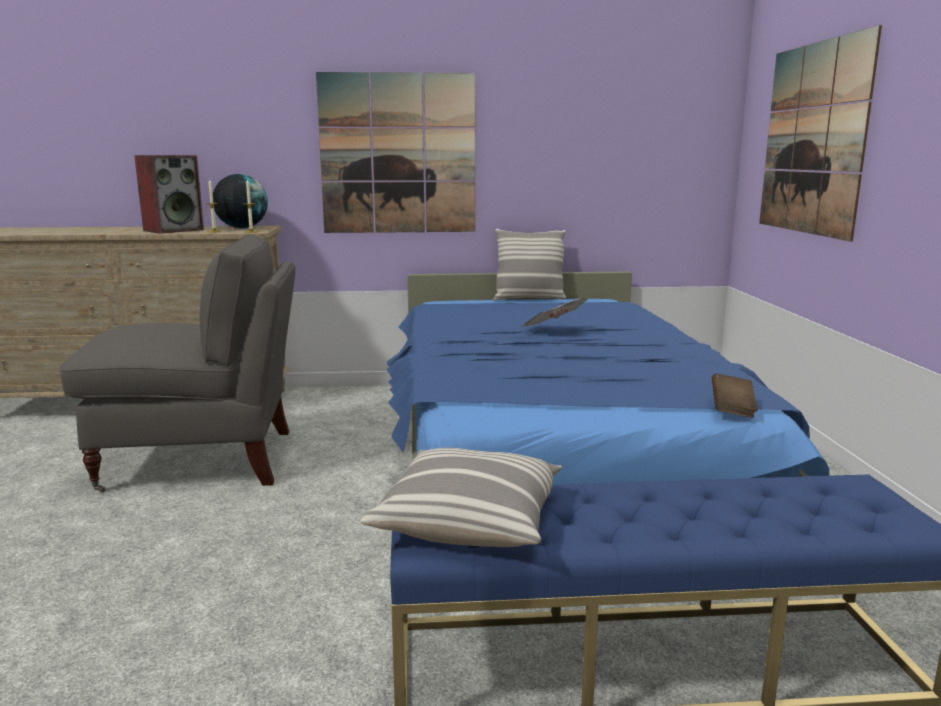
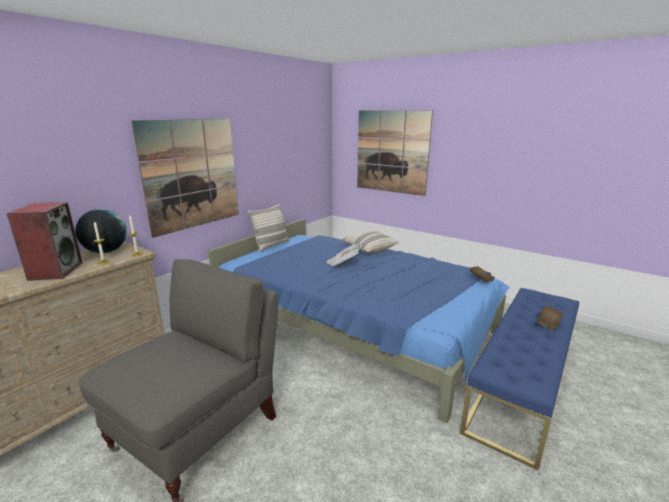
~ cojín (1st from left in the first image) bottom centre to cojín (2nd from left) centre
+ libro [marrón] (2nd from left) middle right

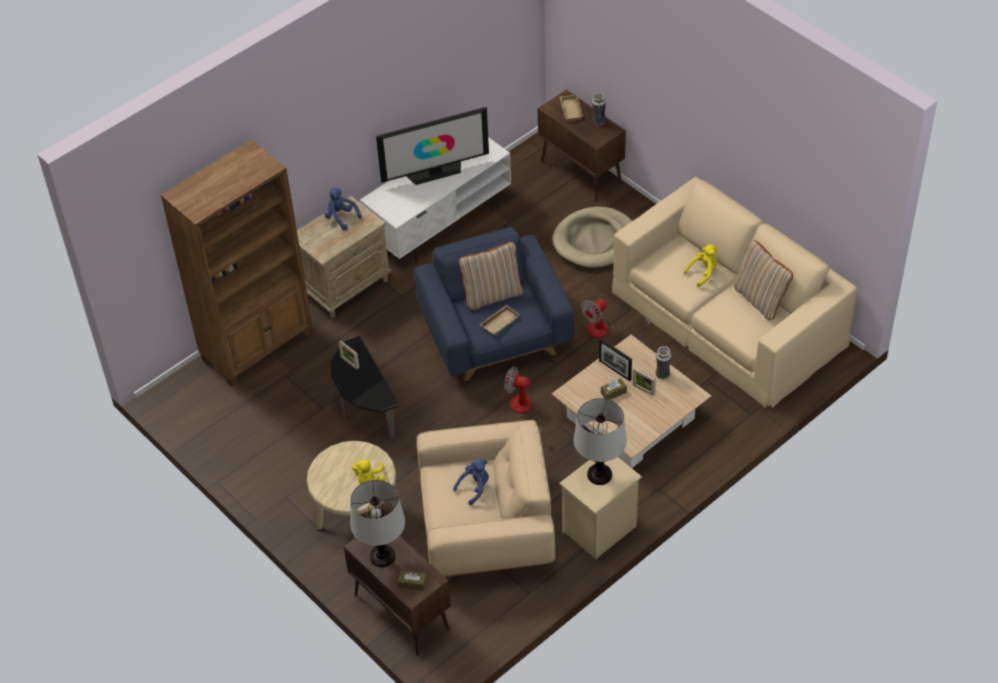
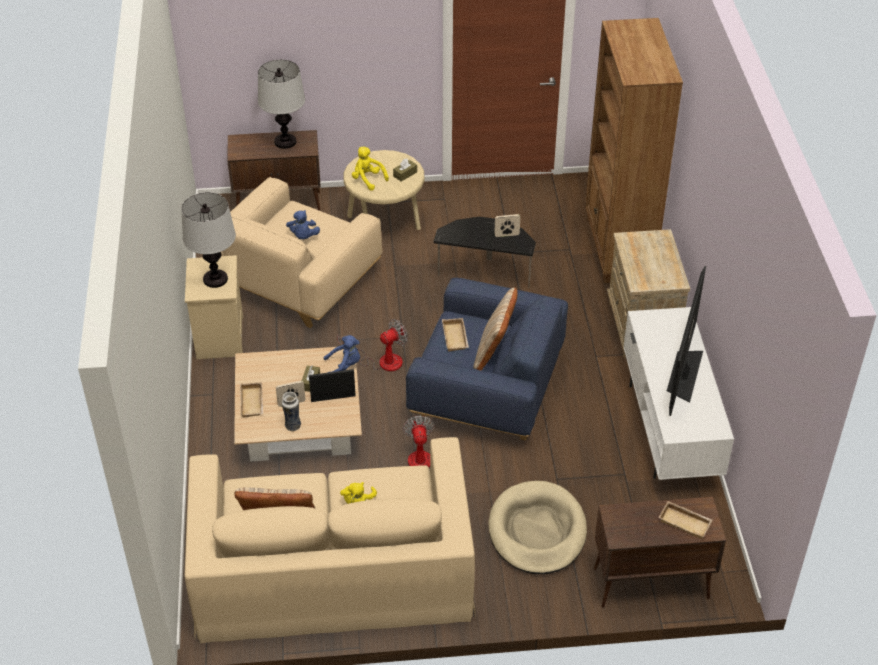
~ peluche [azul] (1st from left in the first image) top centre to peluche [azul] (2nd from left) centre
~ caja de pañuelos [marrón] (1st from left in the first image) bottom centre to caja de pañuelos [marrón] (2nd from left) top centre
- florero (1st from left) top centre
+ bandeja [beis] (1st from left) middle left

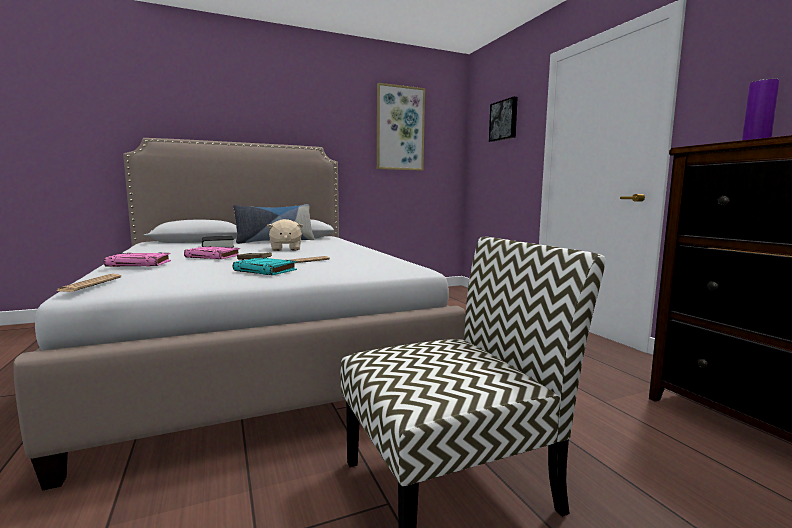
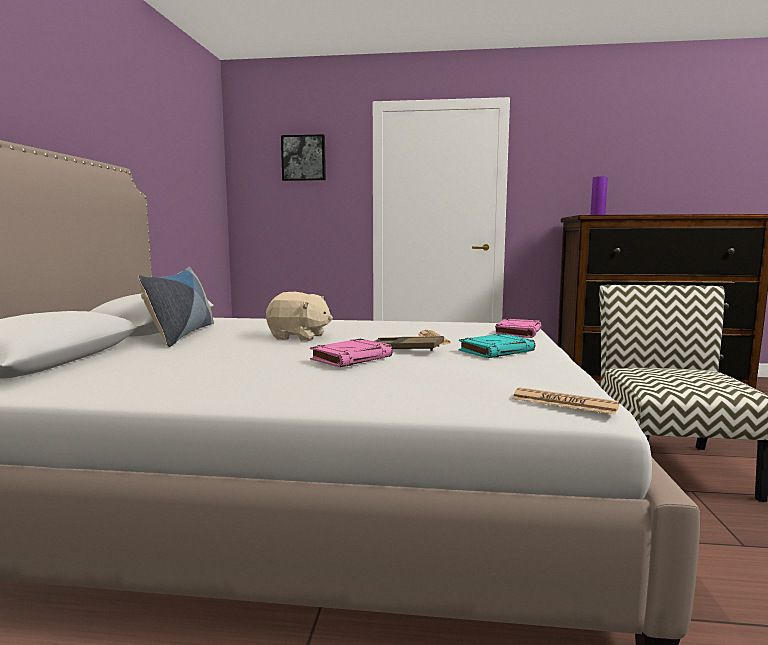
~ libro [rosa] (1st from left in the first image) middle left to libro [rosa] (2nd from left) middle right
- libro [negro] middle left
- cuadro (1st from left) top centre

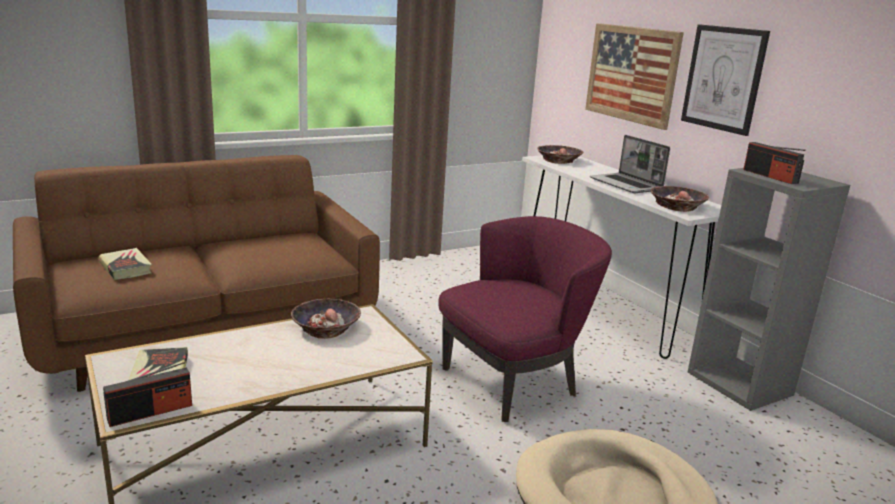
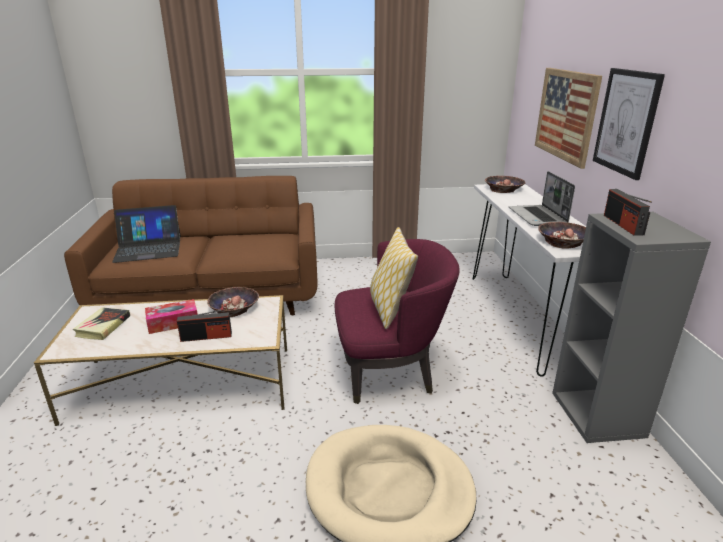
~ libro (1st from left) middle left to portátil (1st from left) middle left
~ radio (1st from left) bottom left to middle left
+ caja de pañuelos middle left
+ cojín centre

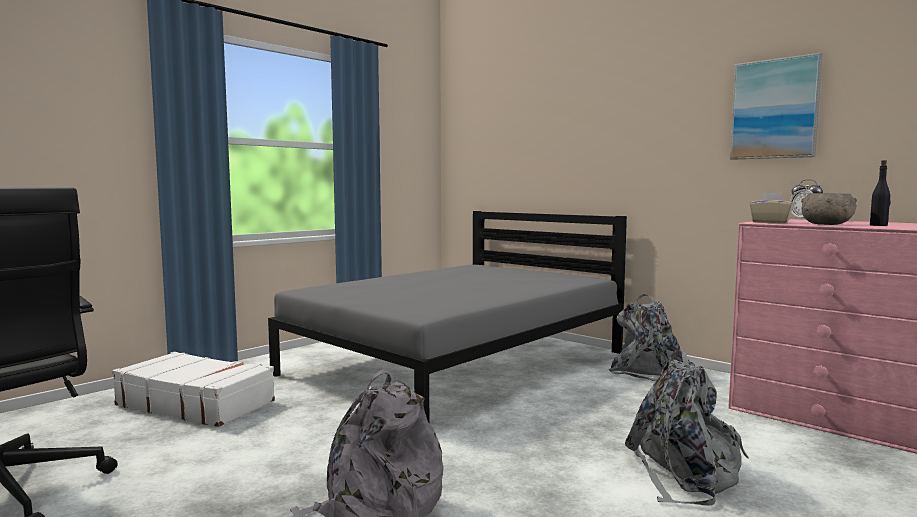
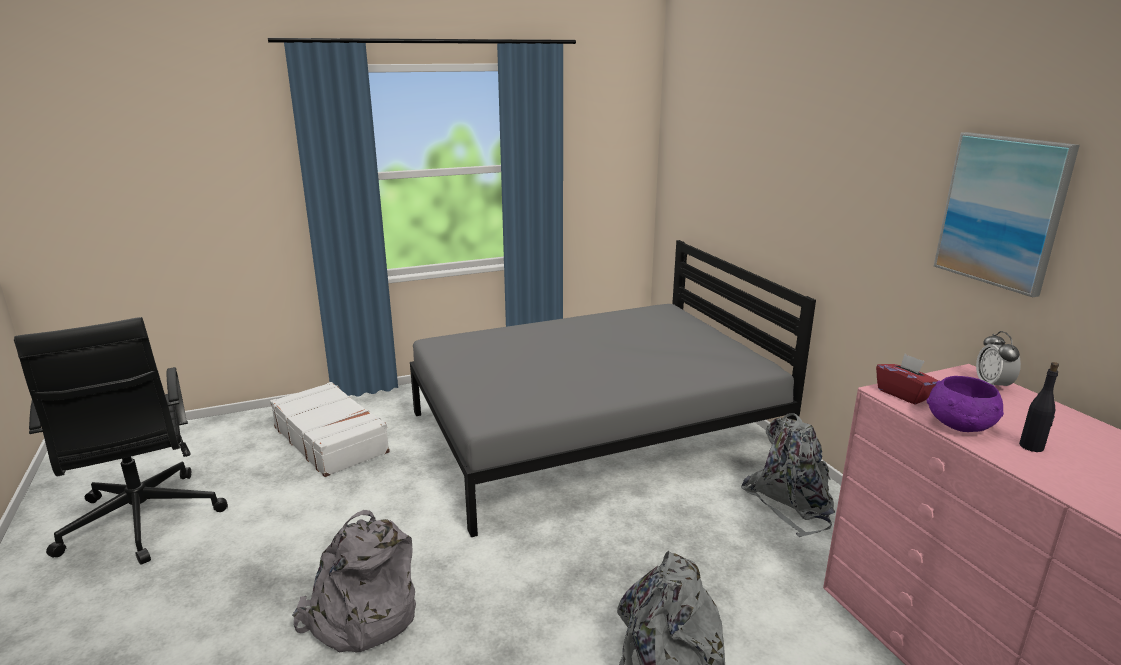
~ caja de pañuelos [beis] middle right to caja de pañuelos [rojo] middle right
~ cuenco [gris] middle right to cuenco [morado] middle right

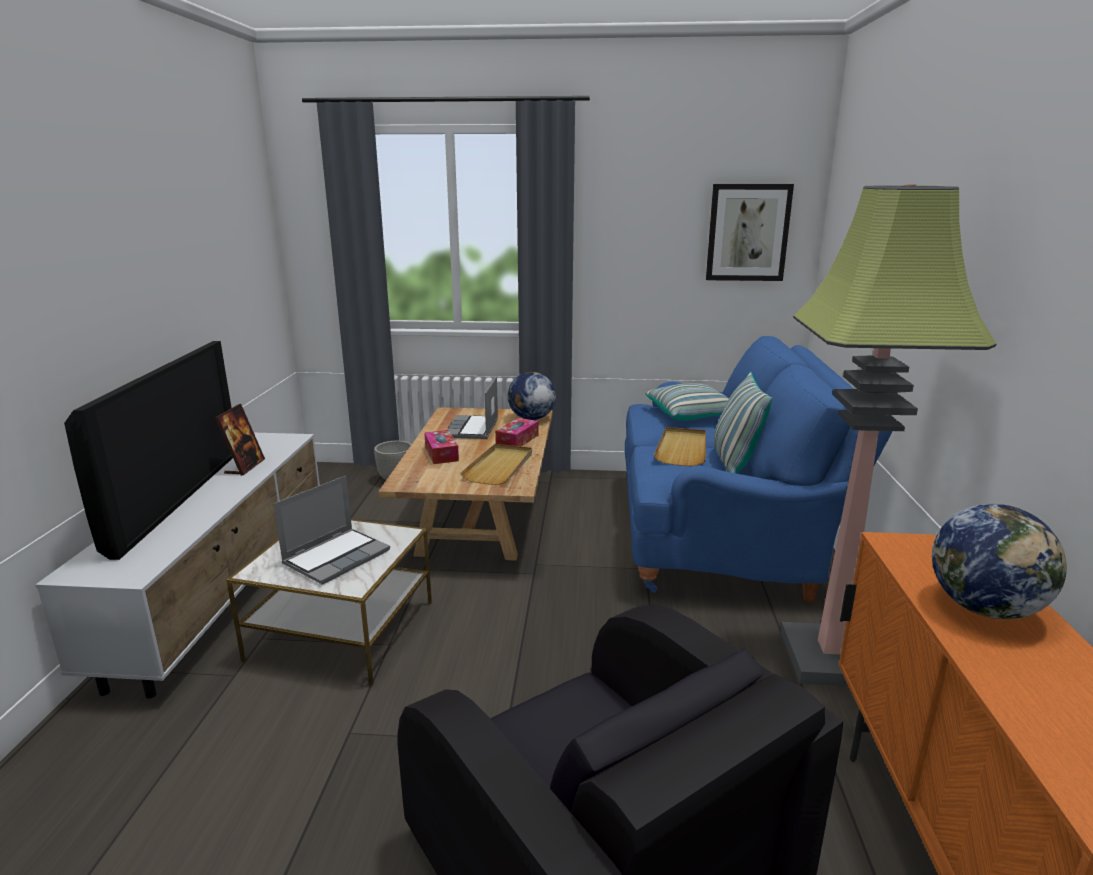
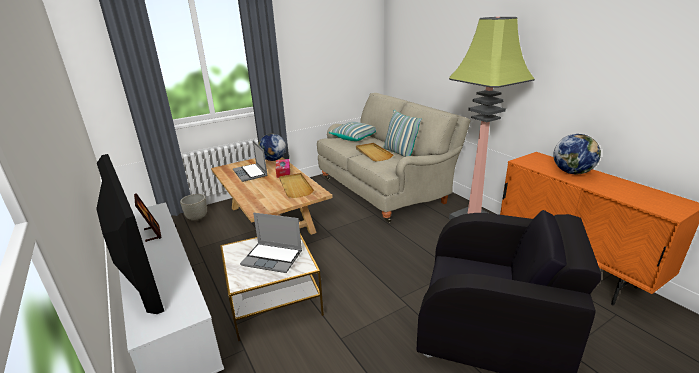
~ portátil (1st from left in the first image) middle left = centre 105 degrees clockwise
- caja de pañuelos (1st from left) centre
~ sofá [azul] middle right to sofá [beis] centre
- cuadro top right

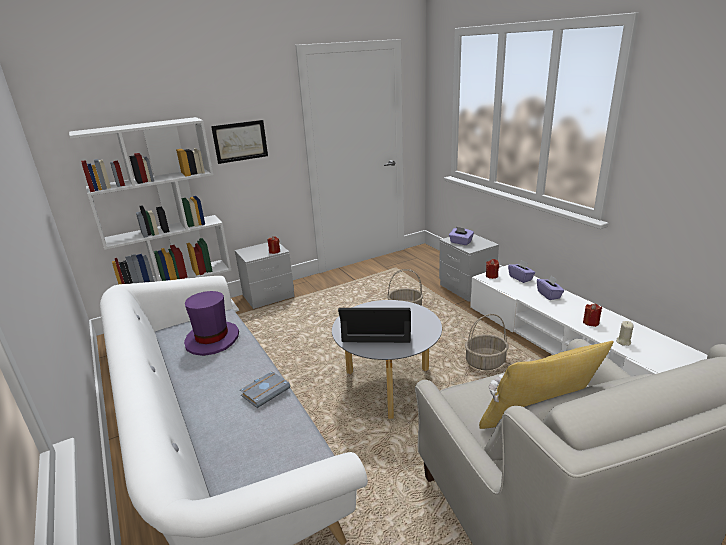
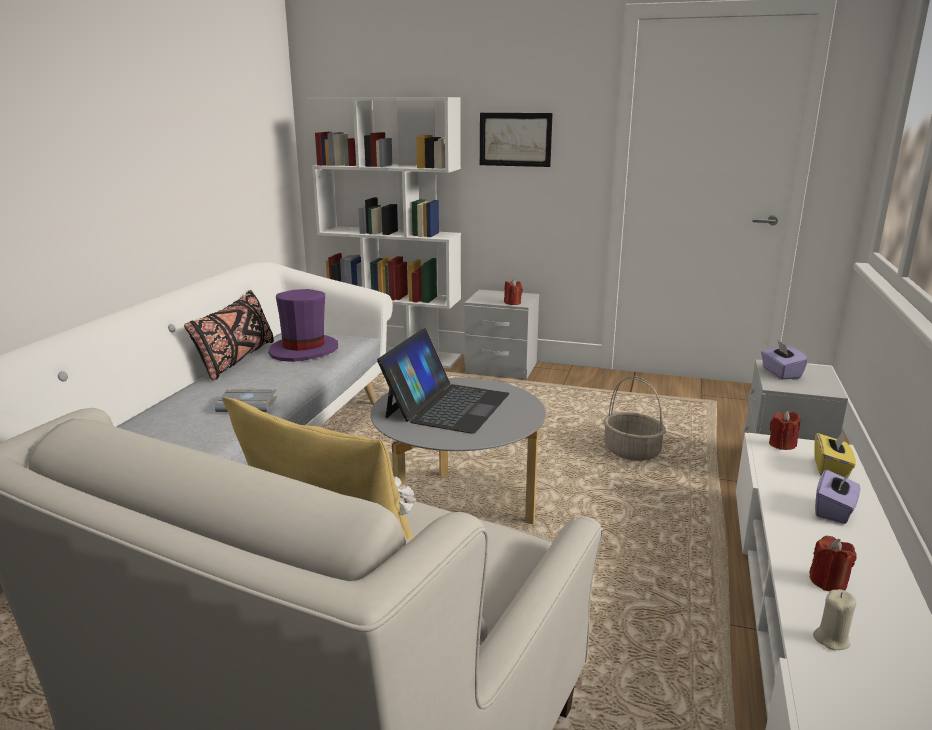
~ portátil centre = centre 60 degrees clockwise
- cesta (2nd from left) middle right
~ caja de pañuelos [morado] (2nd from left) middle right to caja de pañuelos [amarillo] middle right
+ cojín [negro] middle left

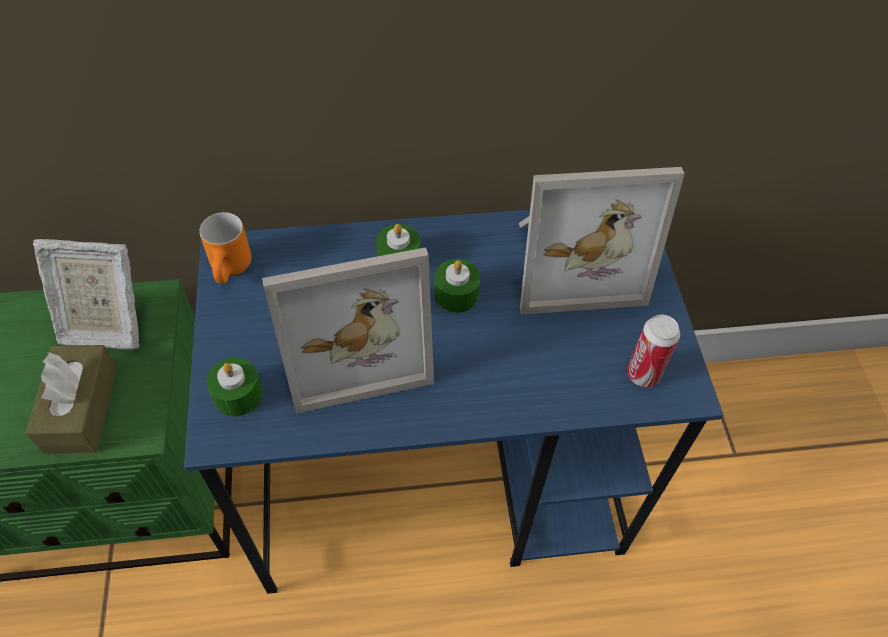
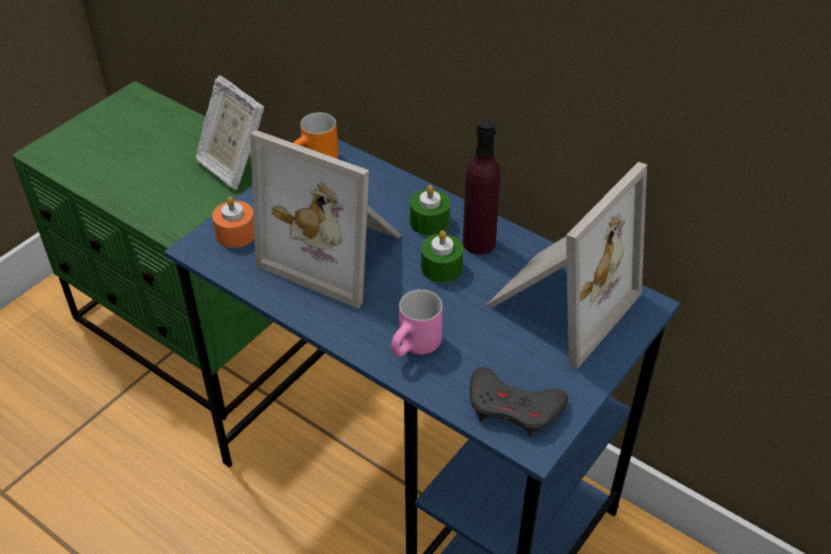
- caja de pañuelos [marrón] middle left
~ vela [verde] (1st from left) middle left to vela [naranja] middle left
~ portarretratos (3rd from left) middle right = middle right 90 degrees counterclockwise
~ lata middle right to mando de consola [gris] bottom centre
+ taza grande [rosa] centre
+ botella [morado] centre

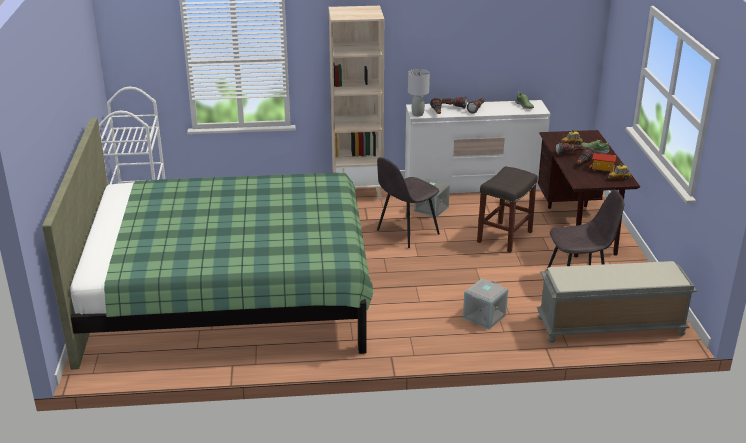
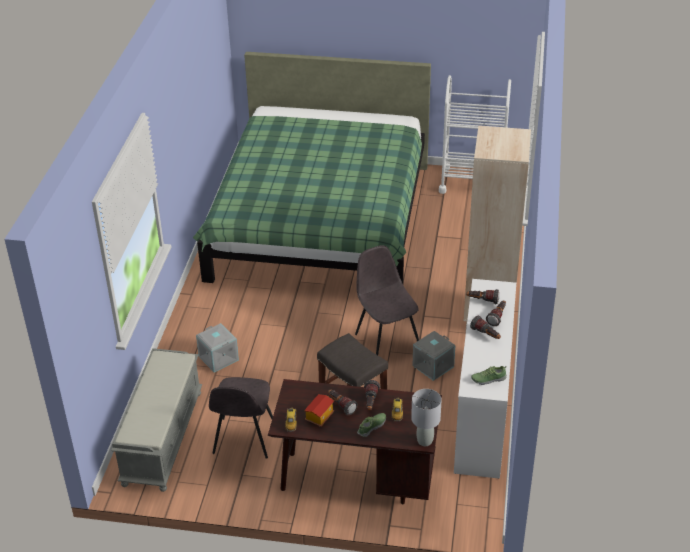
~ lámpara de mesa [gris] top centre to bottom centre

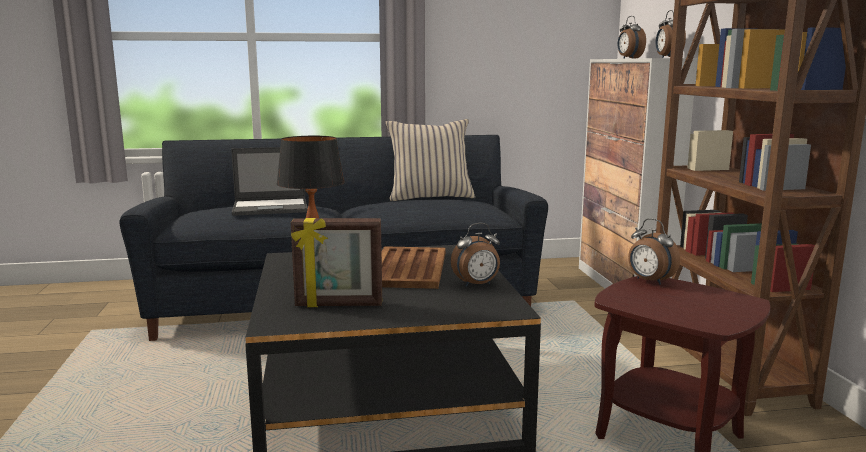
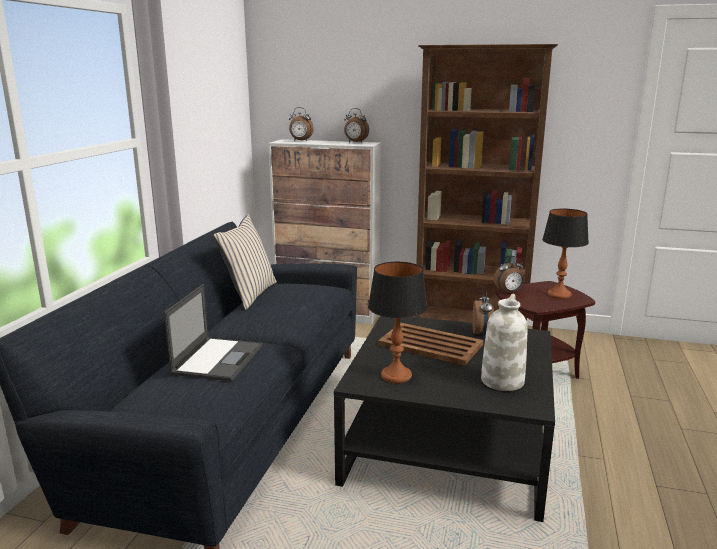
~ portarretratos centre to florero [blanco] middle right
+ lámpara de mesa (2nd from left) middle right

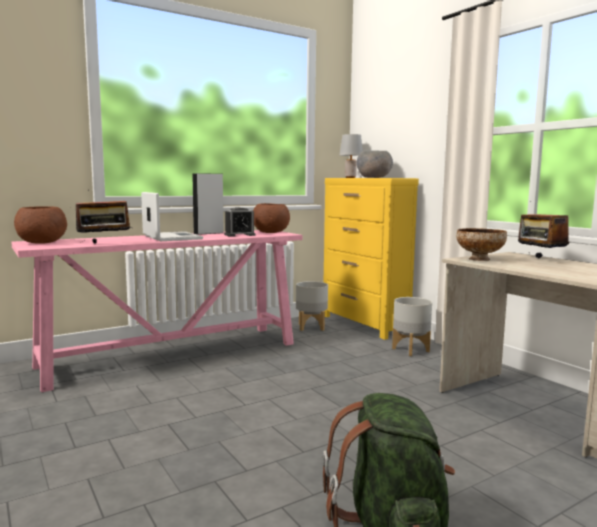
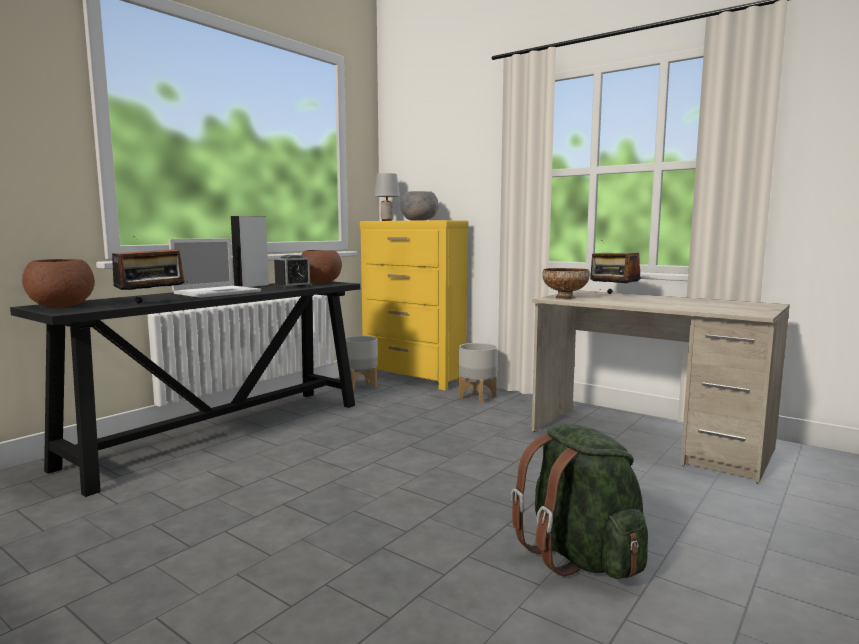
~ mesa consola [rosa] middle left to mesa consola [negro] middle left
~ portátil middle left = middle left 90 degrees clockwise

